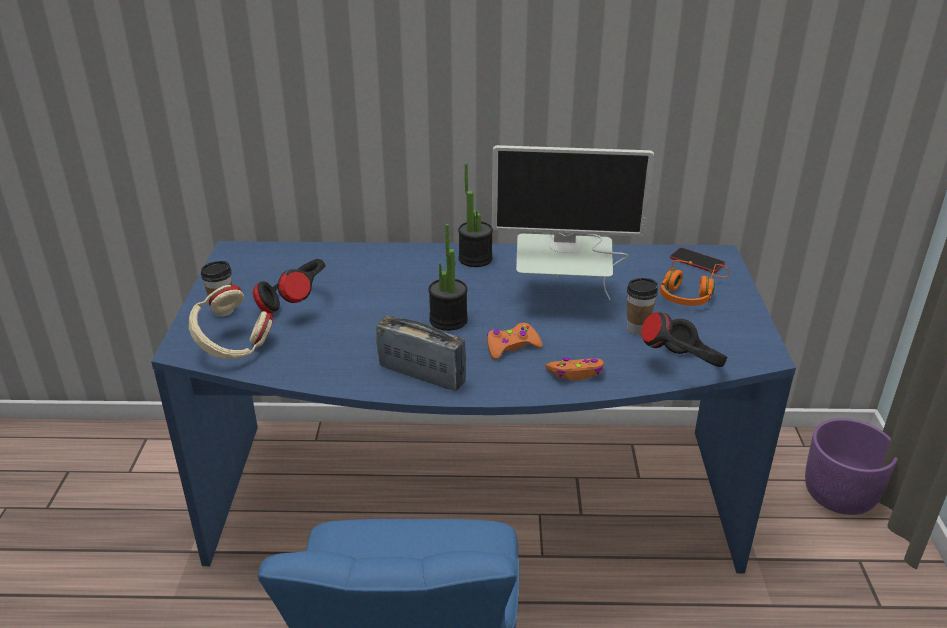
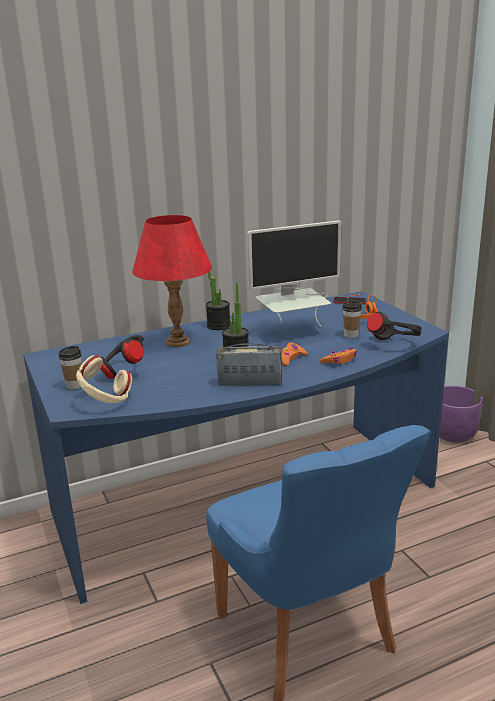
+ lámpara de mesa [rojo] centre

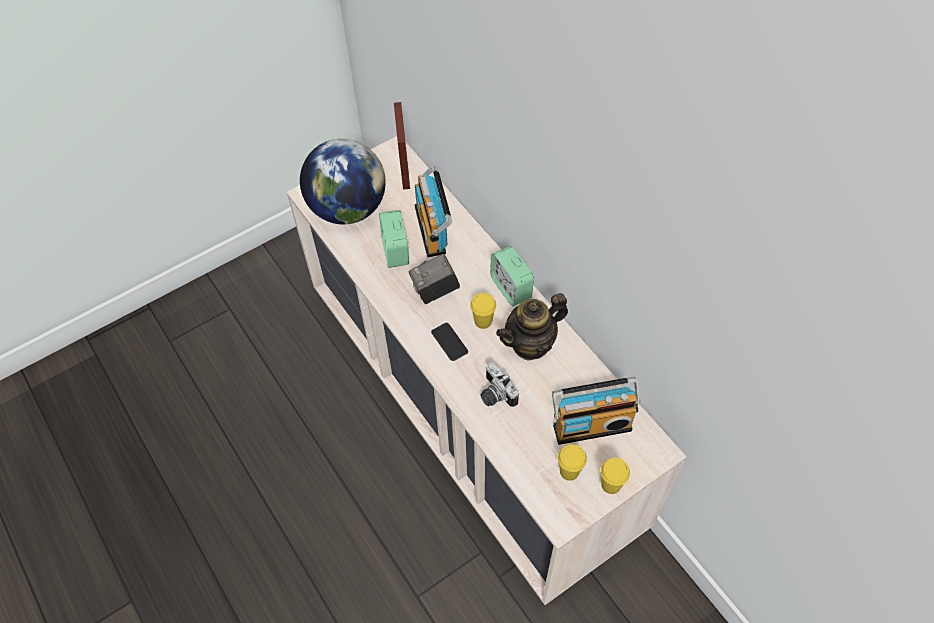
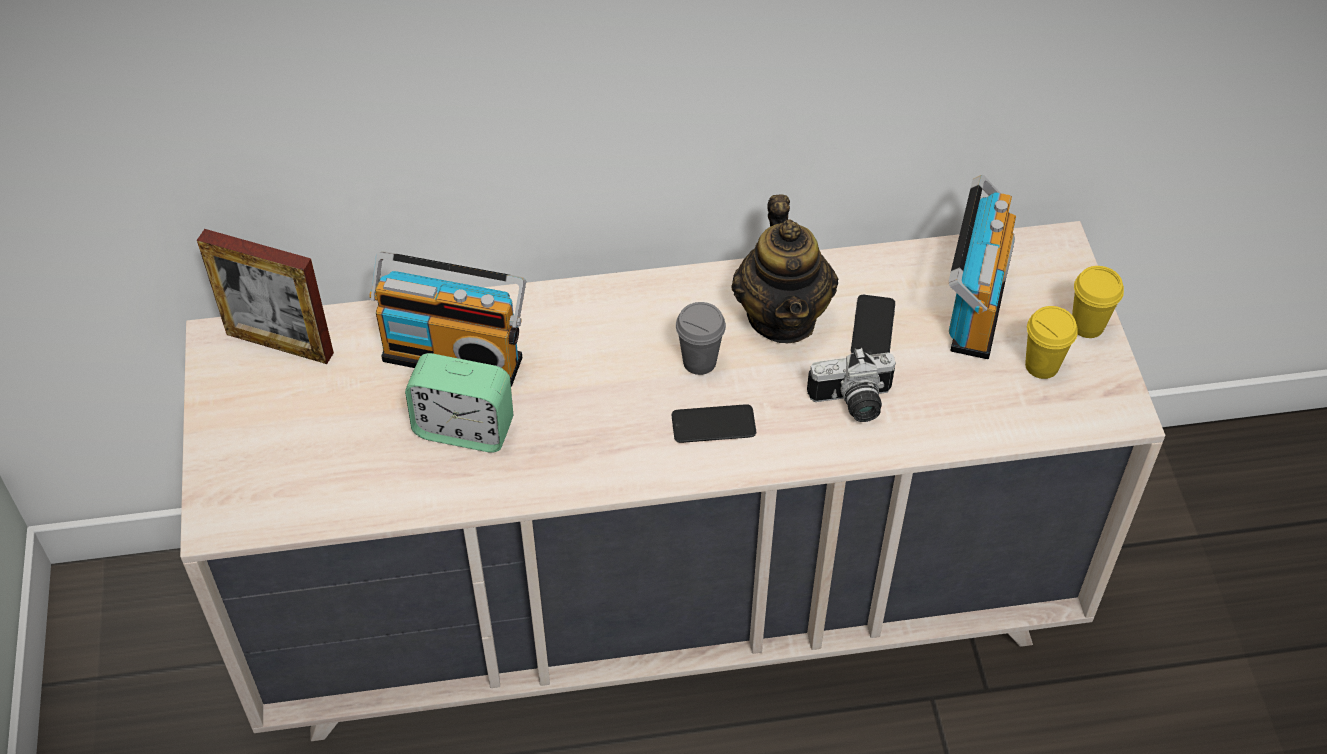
- globo terráqueo top centre
- cámara (1st from left) centre
~ taza [amarillo] (1st from left) centre to taza [gris] centre
- despertador (2nd from left) centre
+ móvil (2nd from left) centre

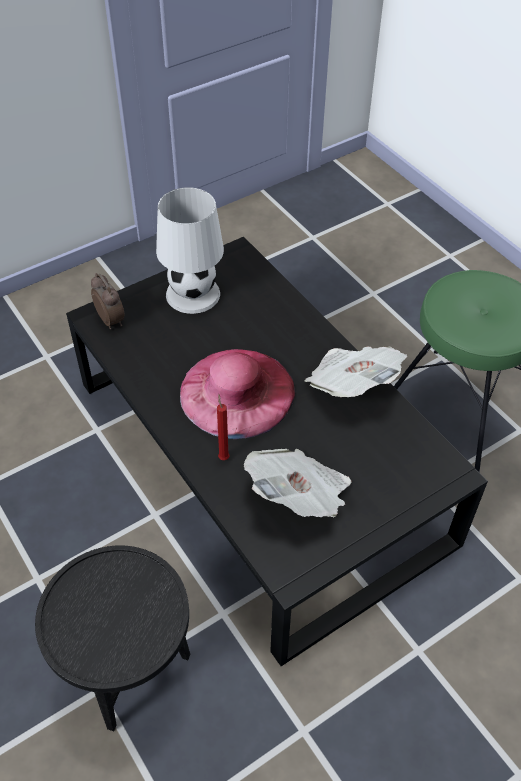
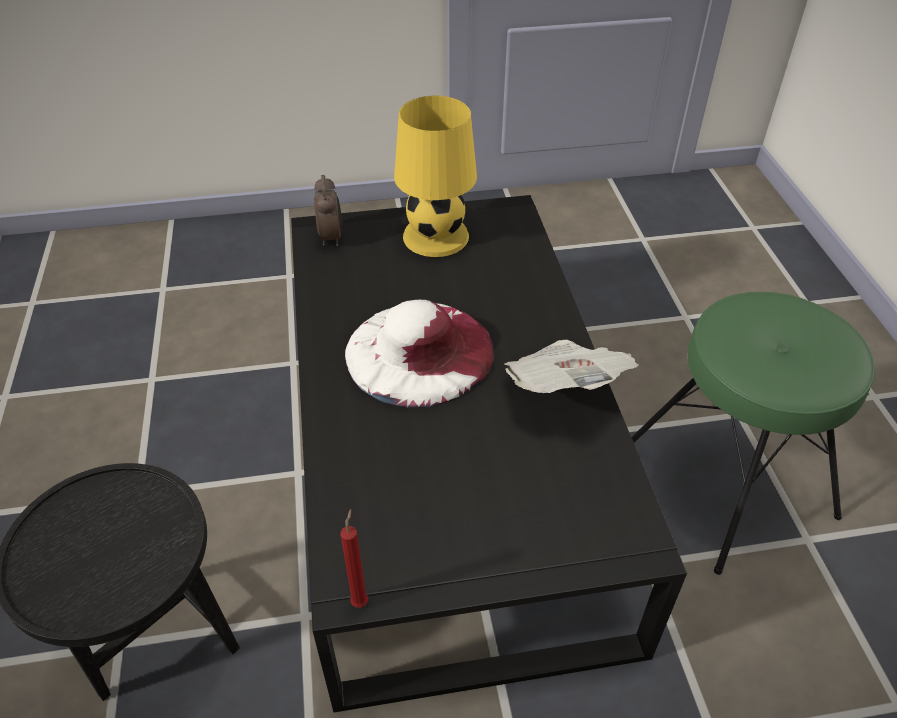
~ lámpara de mesa [blanco] top centre to lámpara de mesa [amarillo] top centre
~ sombrero [rosa] centre to sombrero [blanco] centre
~ vela [rojo] centre to bottom centre
- periódico (1st from left) centre

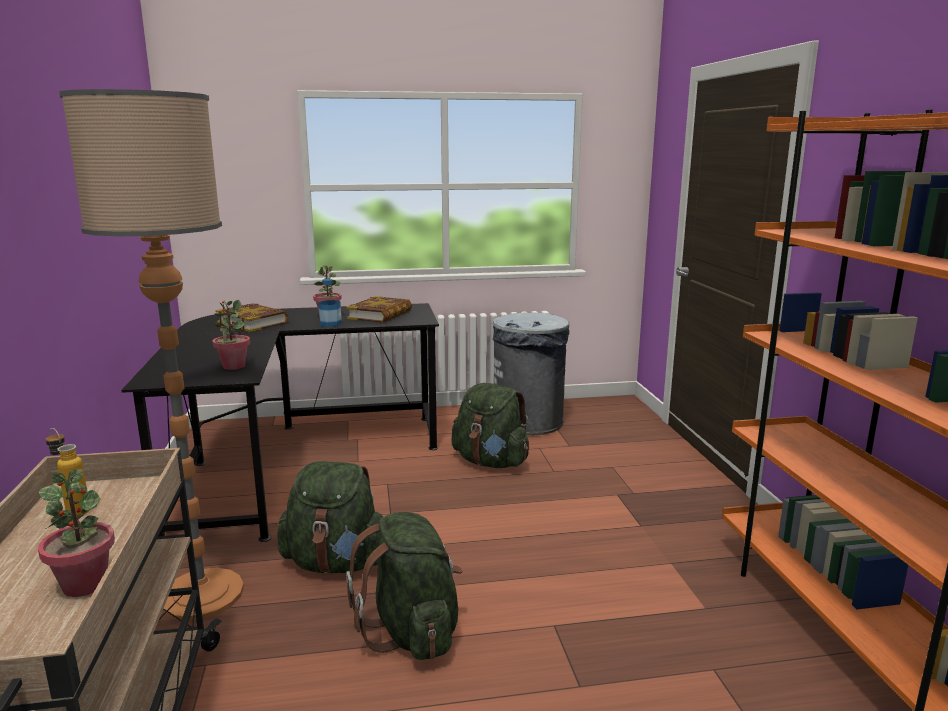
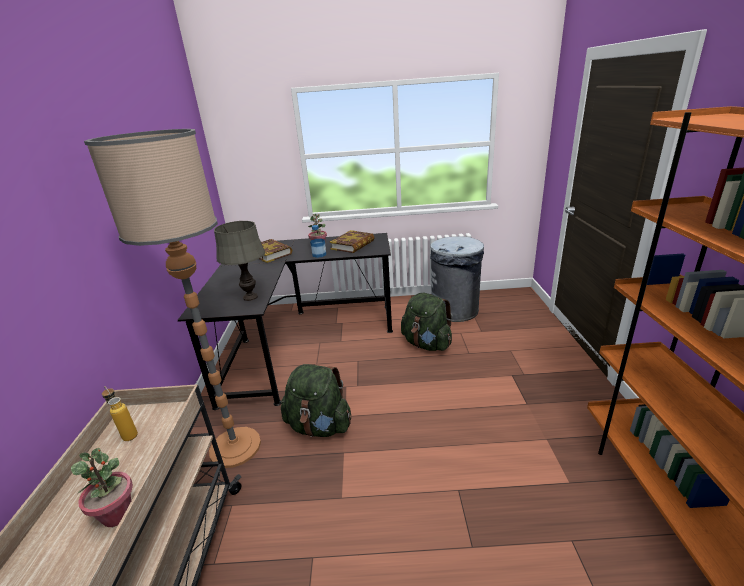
~ planta en maceta (2nd from left) middle left to lámpara de mesa [gris] middle left
- mochila [verde] (2nd from left) bottom centre

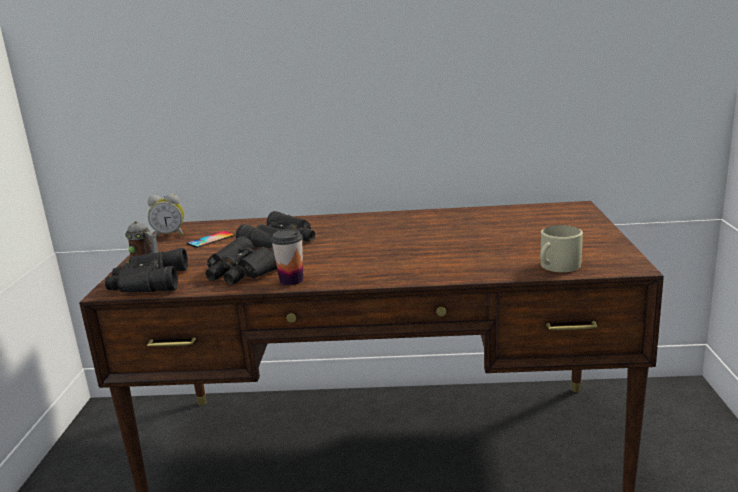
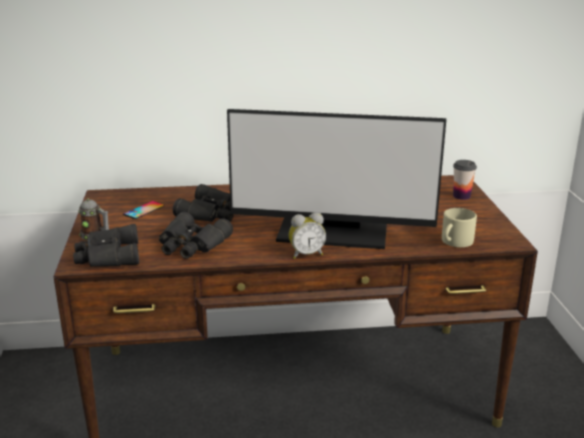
~ despertador middle left to centre
~ taza centre to middle right
+ monitor centre

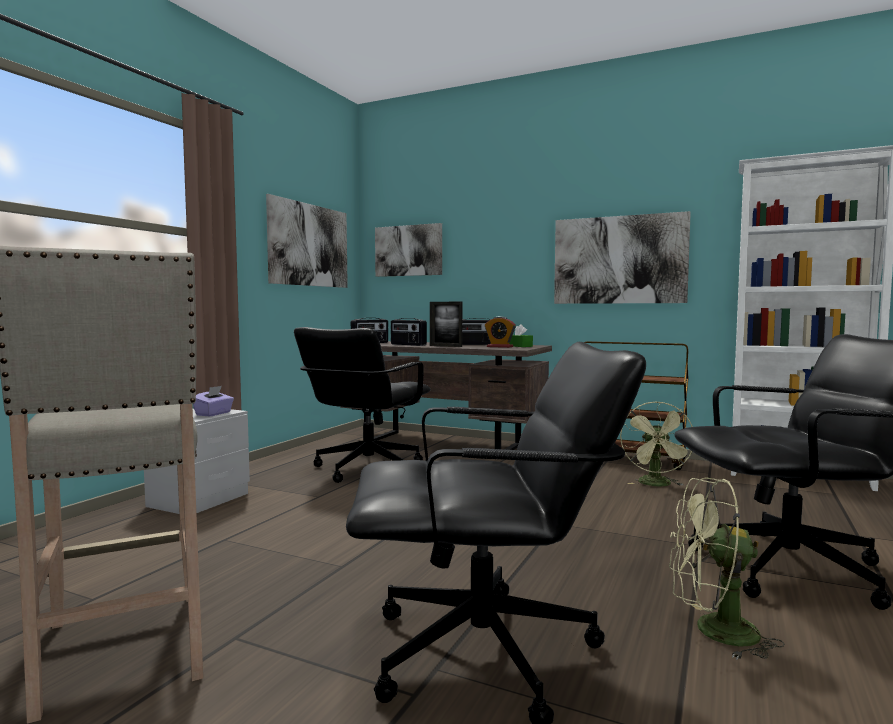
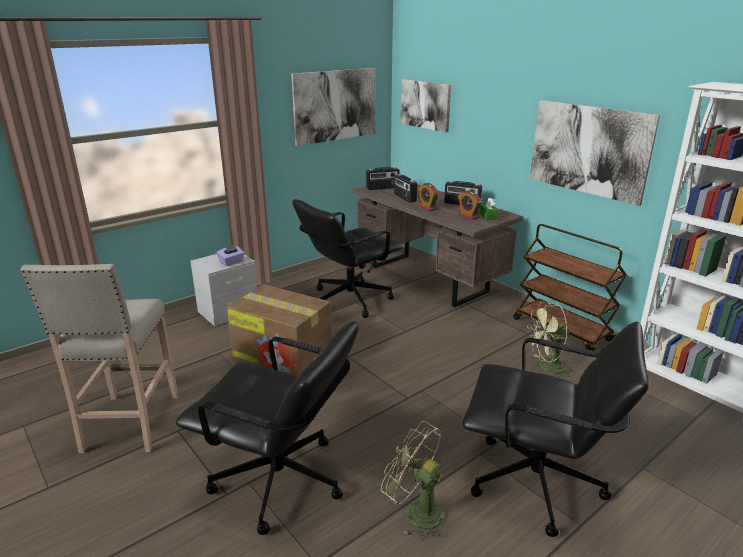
~ portarretratos centre to despertador (1st from left) centre
~ ventilador [verde] (1st from left in the first image) middle right = middle right 45 degrees clockwise
+ caja de cartón centre

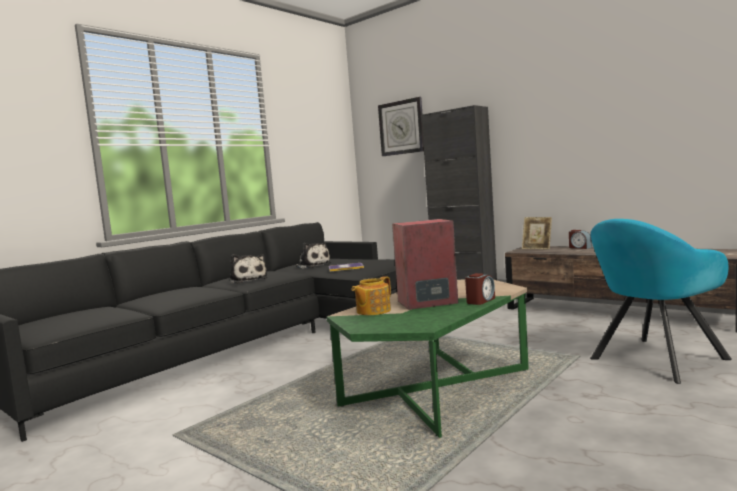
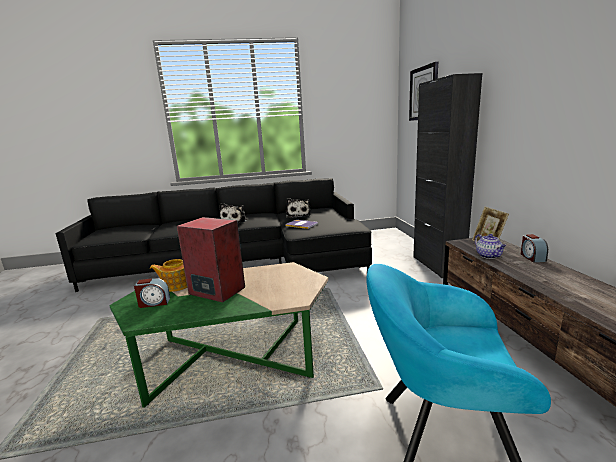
~ despertador (1st from left) centre to middle left
+ tetera (2nd from left) middle right

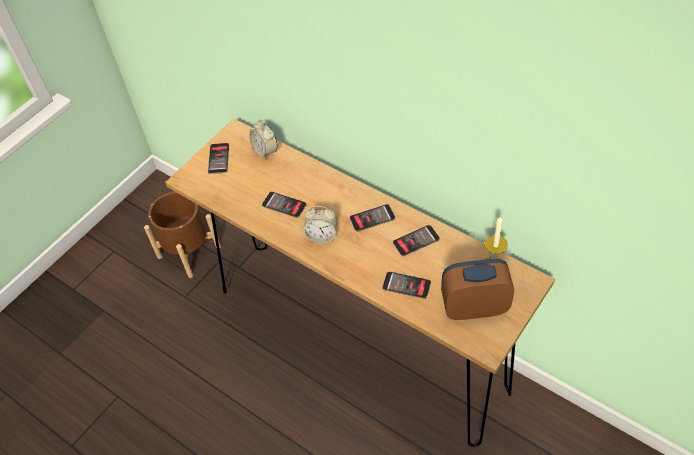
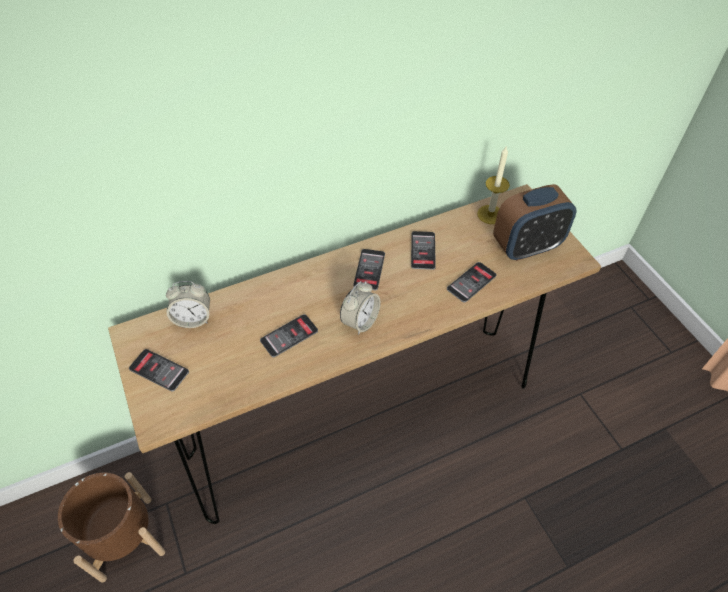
~ despertador (3rd from left) middle right = middle right 135 degrees counterclockwise

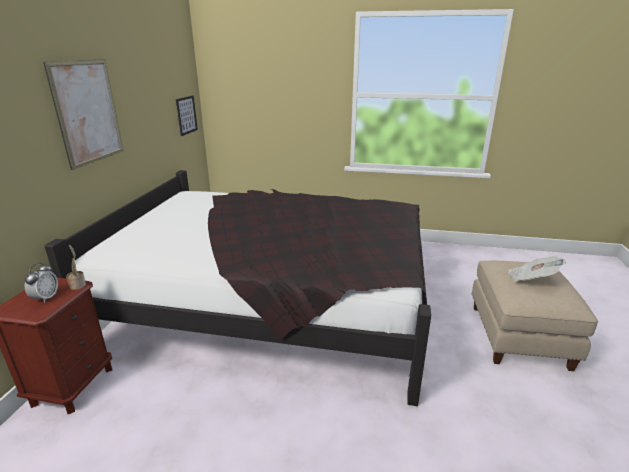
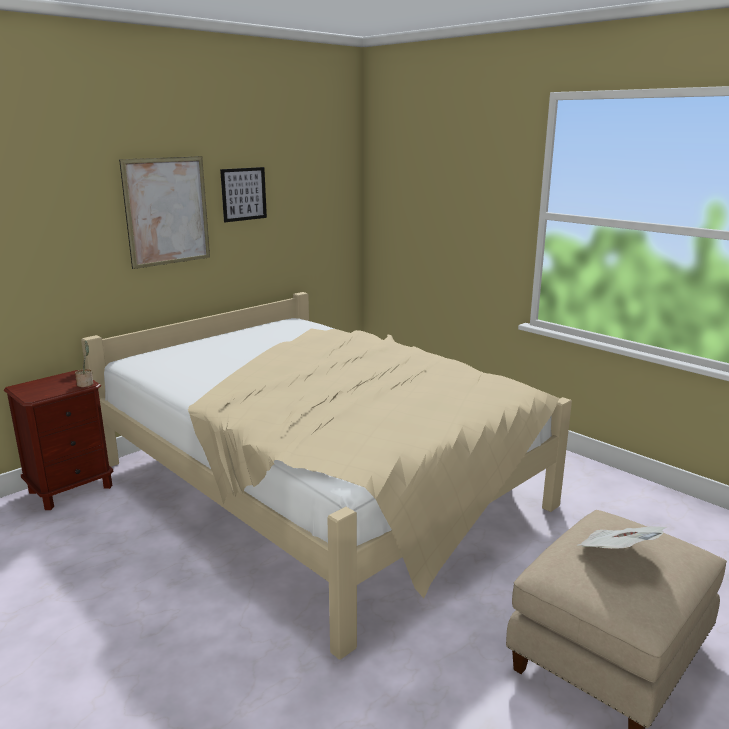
- despertador middle left
~ cama [negro] centre to cama [beis] centre
~ cuadro (2nd from left) top left to top centre

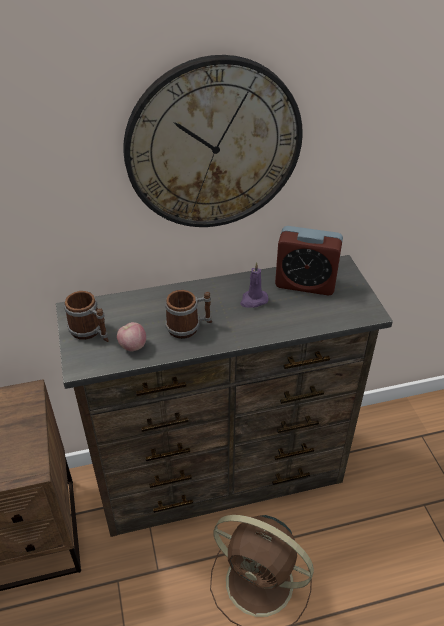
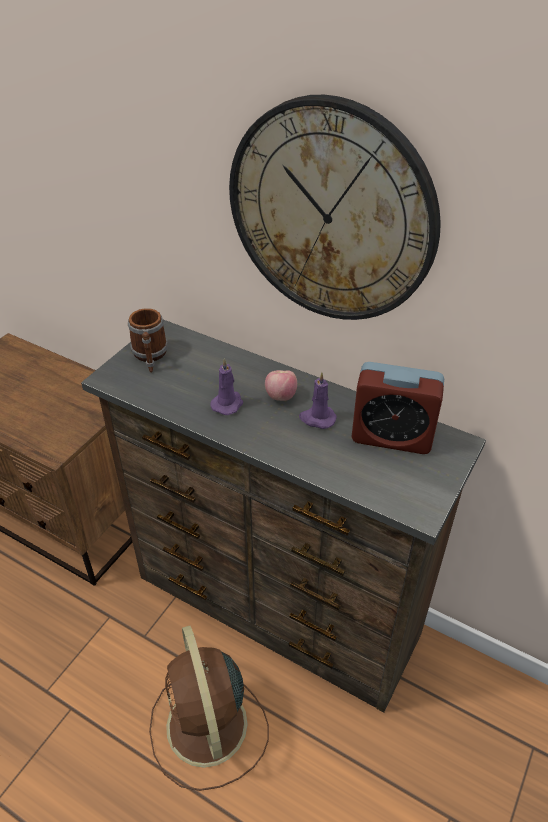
~ manzana middle left to centre
~ taza grande (2nd from left) centre to vela [morado] (1st from left) centre
~ despertador middle right = middle right 45 degrees counterclockwise

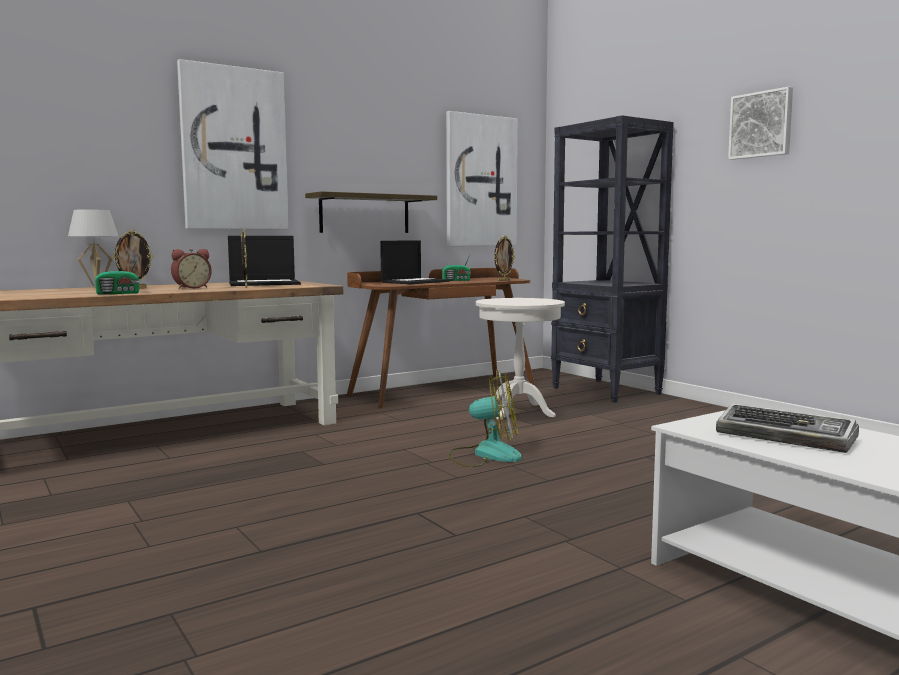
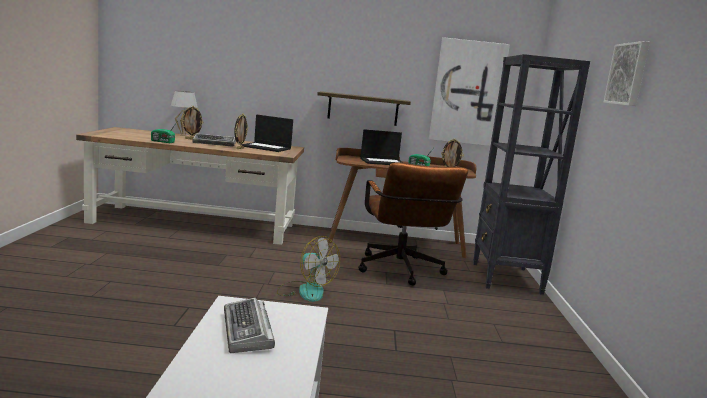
~ despertador middle left to teclado (1st from left) middle left
- cuadro (1st from left) top left
~ mesa auxiliar [blanco] centre to silla de oficina [marrón] centre

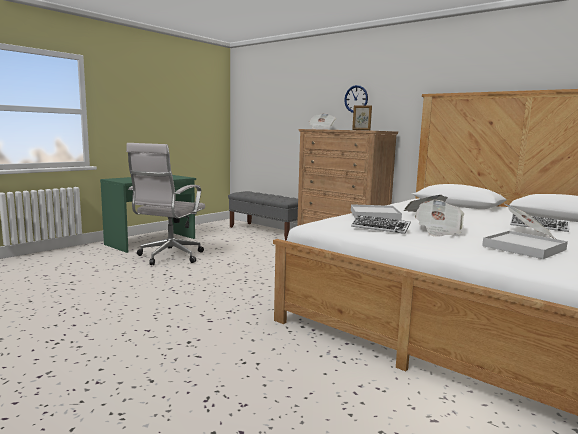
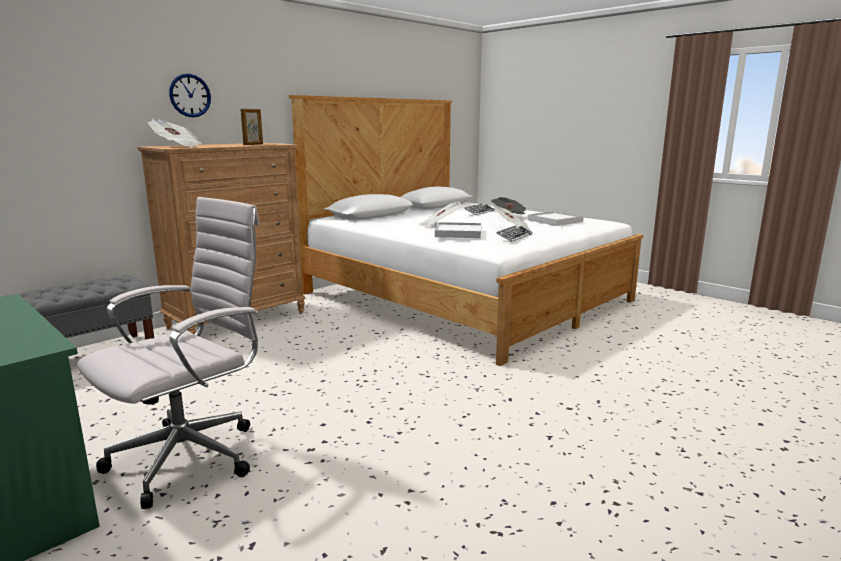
~ silla de oficina [blanco] middle left = middle left 75 degrees counterclockwise

